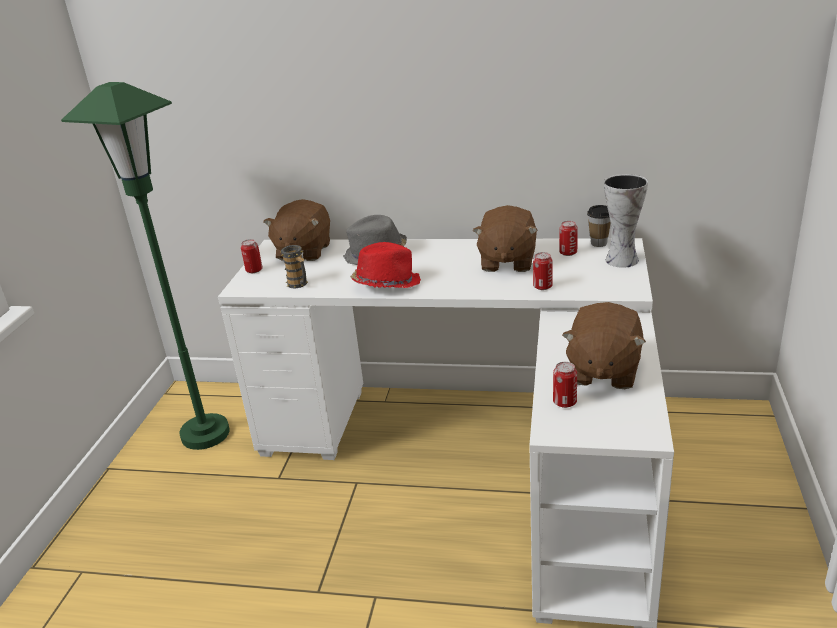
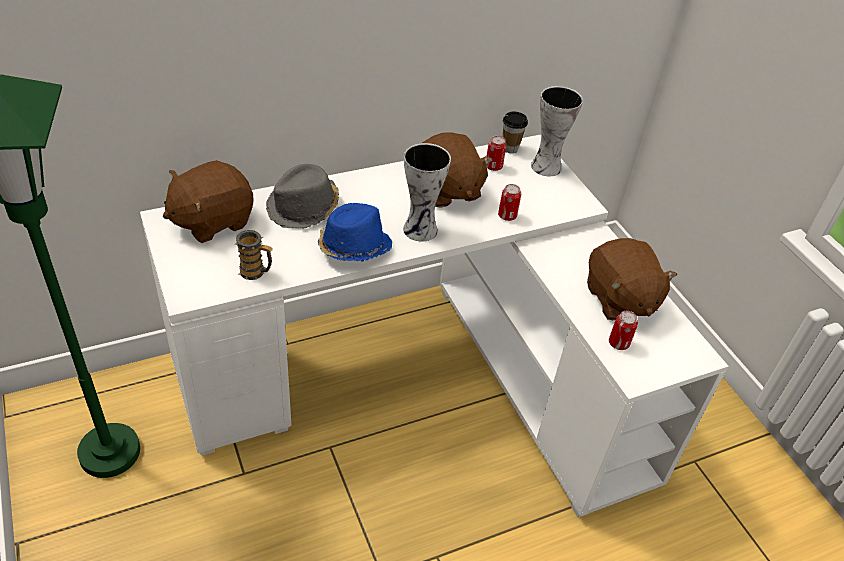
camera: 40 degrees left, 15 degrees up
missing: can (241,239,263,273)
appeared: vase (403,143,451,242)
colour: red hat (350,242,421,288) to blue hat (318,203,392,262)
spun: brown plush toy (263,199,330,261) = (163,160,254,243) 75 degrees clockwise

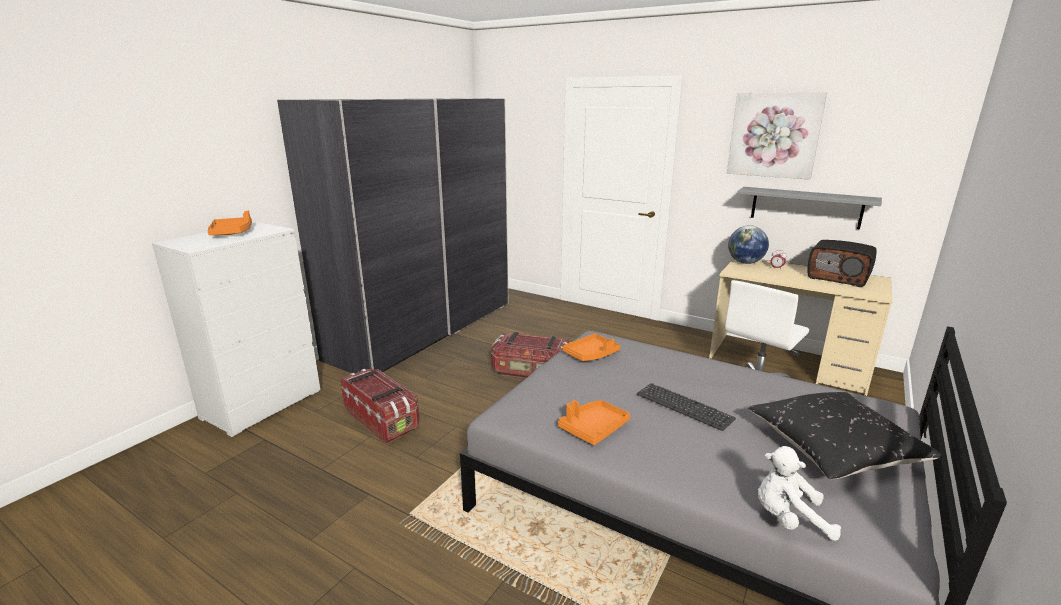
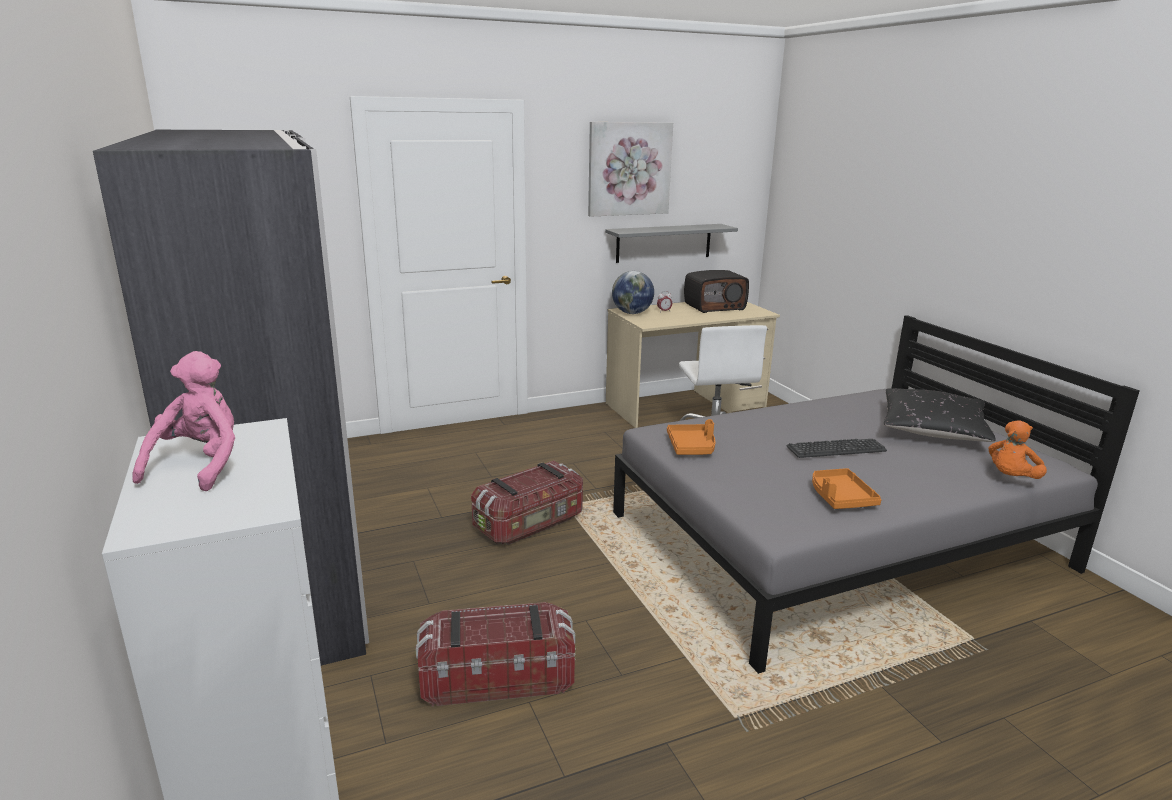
camera: 55 degrees left, 0 degrees up
exchanged: orange tray (208,211,252,235) to pink plush toy (132,351,235,491)
colour: white plush toy (758,446,841,541) to orange plush toy (988,421,1047,479)

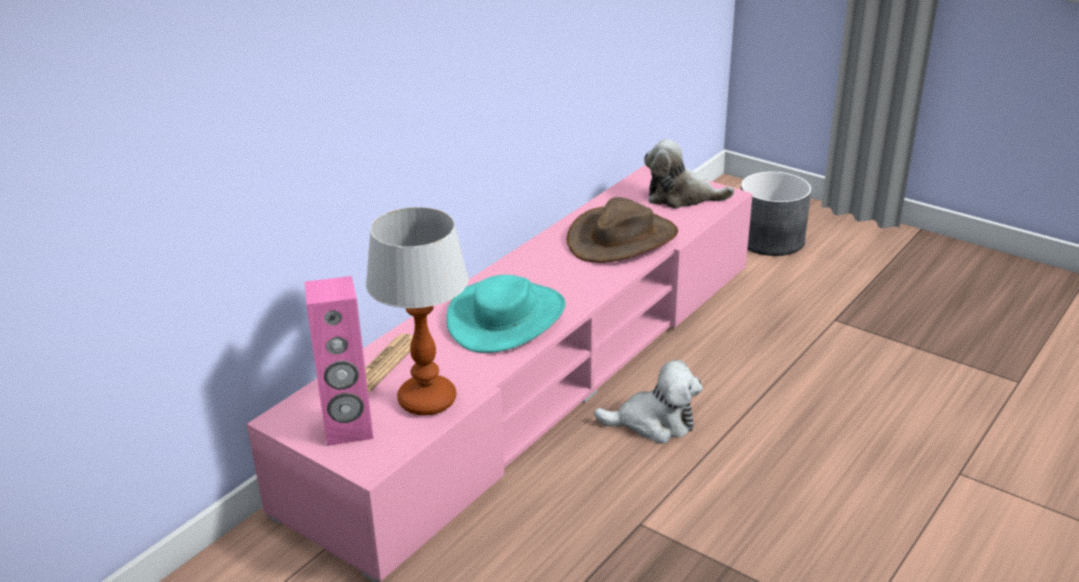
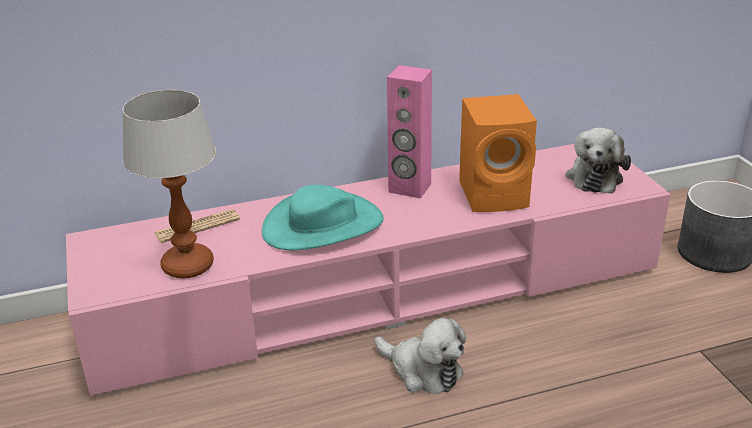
camera: 35 degrees right, 0 degrees up
relocated: pink speaker (305,276,373,446) to (387,65,432,199)
exchanged: brown hat (567,197,678,263) to orange speaker (459,94,537,212)
spun: plush toy (644,139,734,209) = (566,128,631,194) 120 degrees counterclockwise

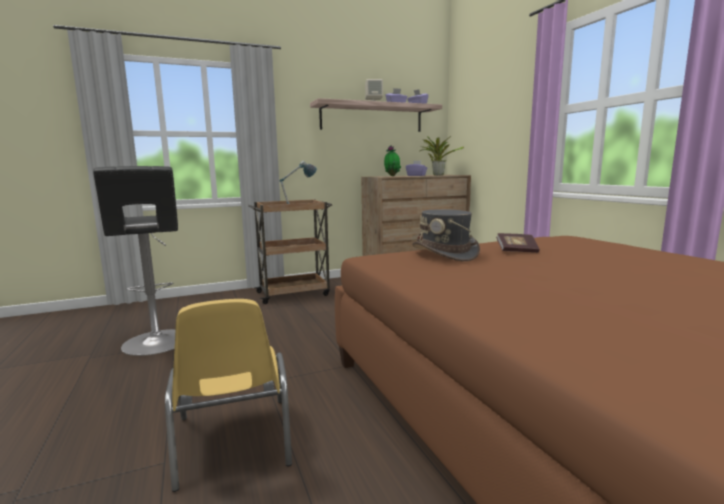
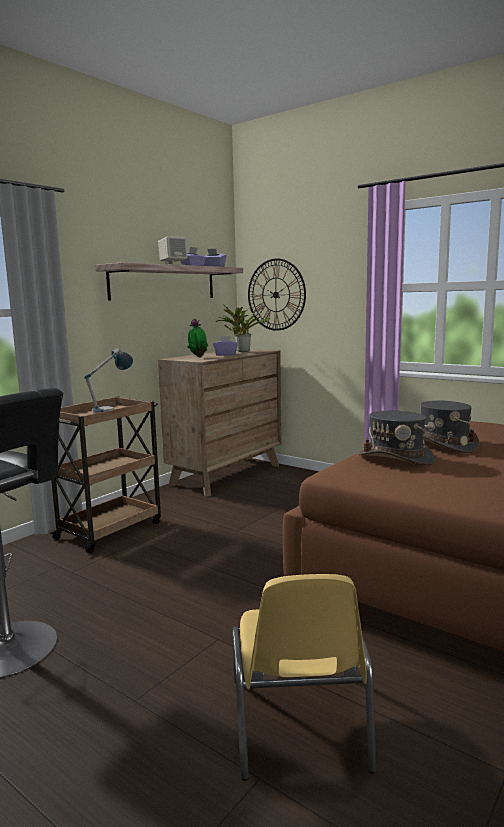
camera: 30 degrees left, 0 degrees up
appeared: wall clock (248,259,306,331)
exchanged: book (496,233,540,253) to grey hat (420,400,479,453)
spun: yellow chair (165,299,292,492) = (232,574,376,781) 45 degrees clockwise

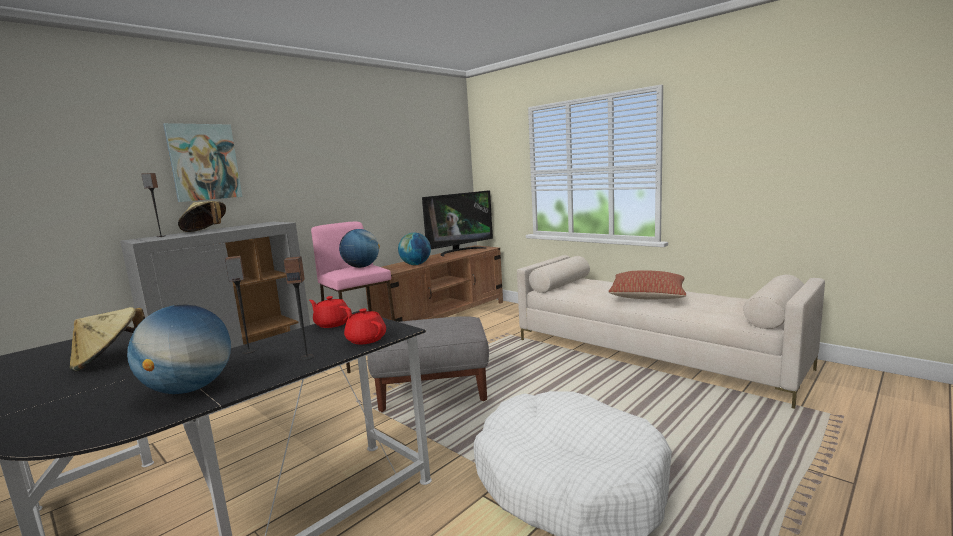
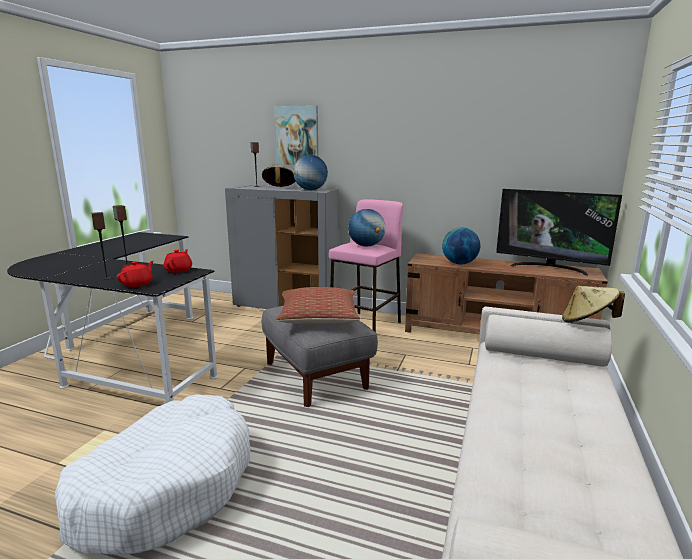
camera: 65 degrees right, 5 degrees up
relocated: beige hat (70,307,145,371) to (562,286,625,323); globe (127,305,231,394) to (293,155,328,190); pillow (609,270,686,299) to (276,287,360,324)

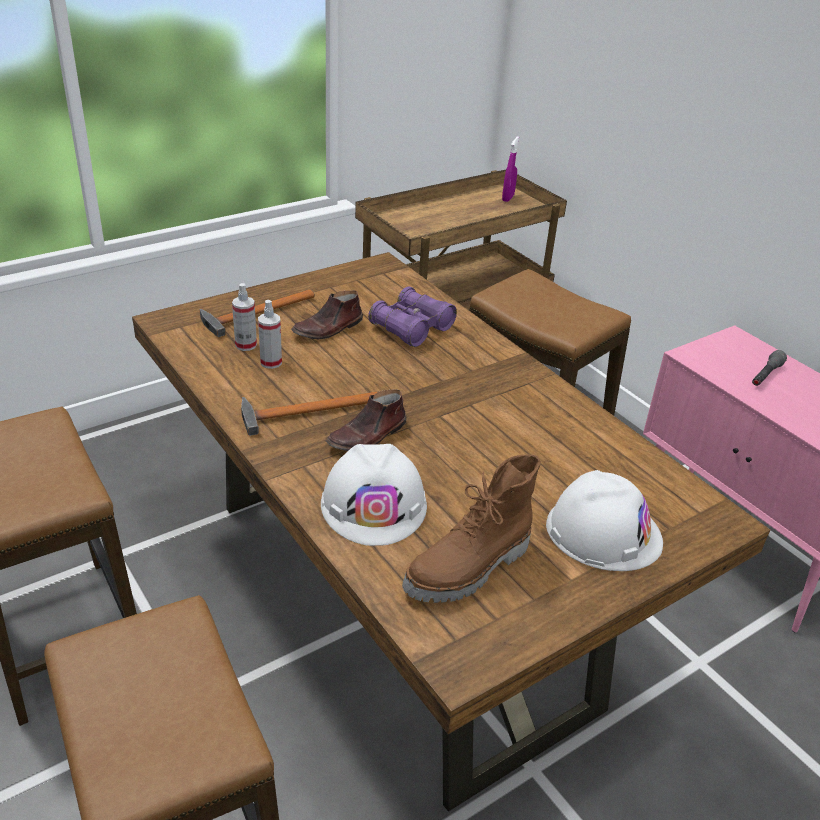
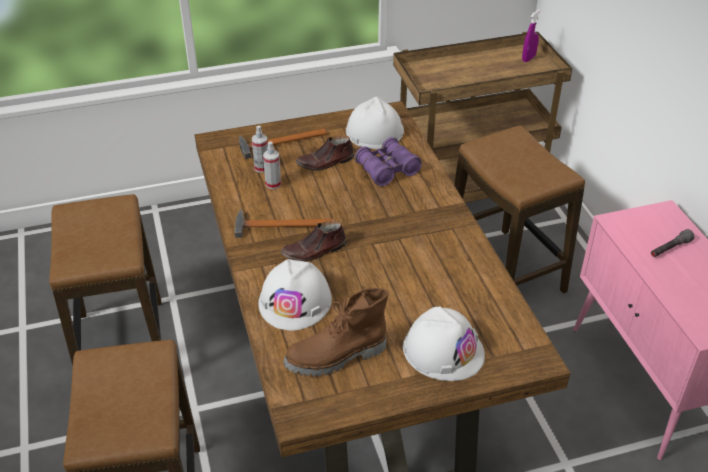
camera: 20 degrees right, 5 degrees up
appeared: white hard hat (346,96,404,149)

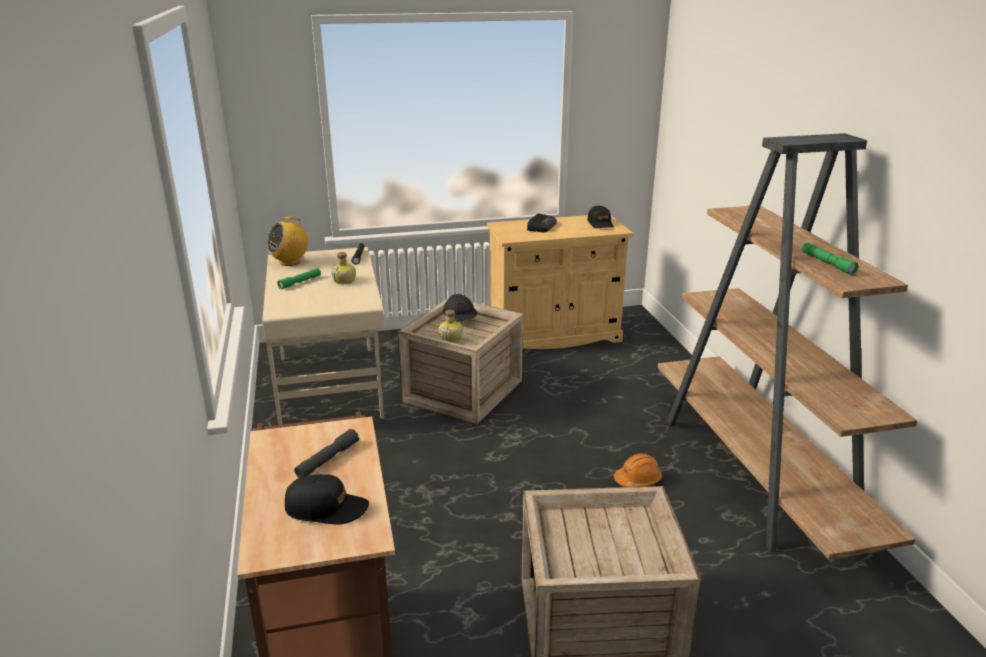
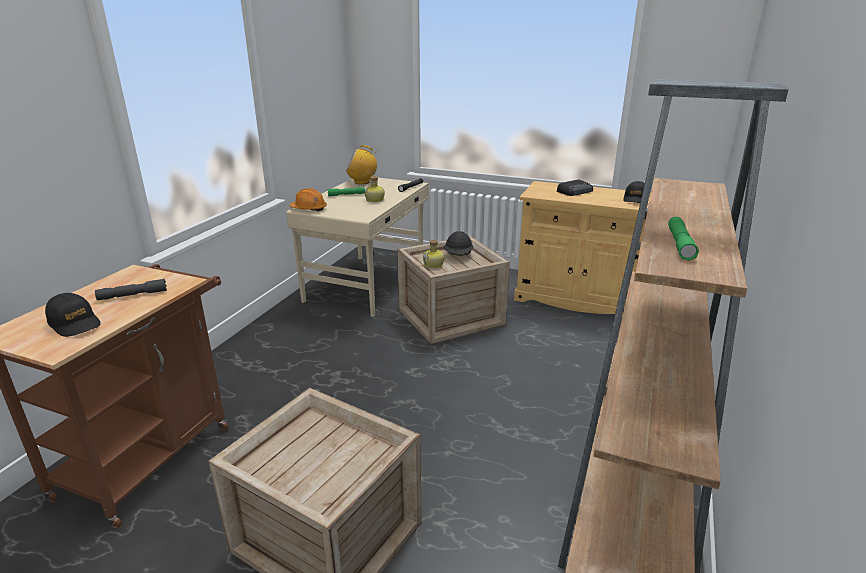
camera: 35 degrees right, 0 degrees up
relocated: orange hard hat (614,453,662,487) to (290,188,327,212)

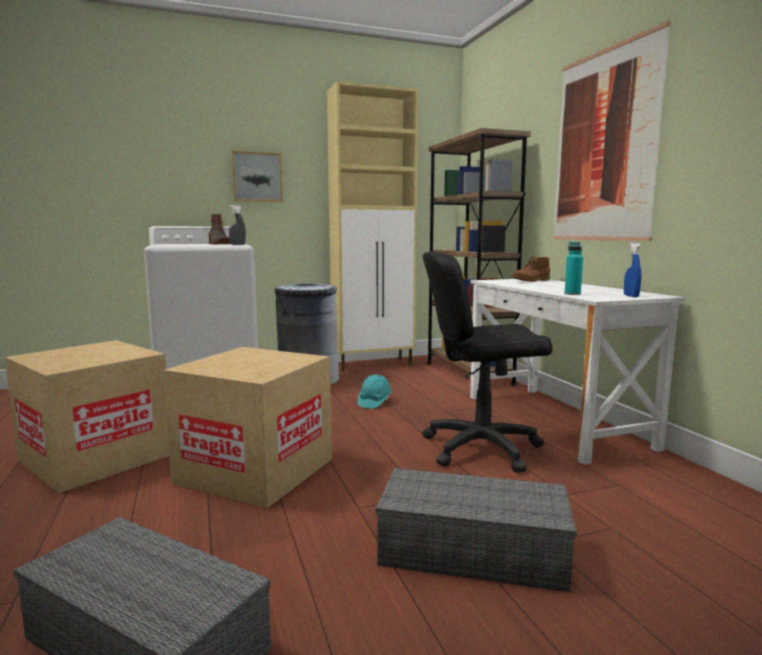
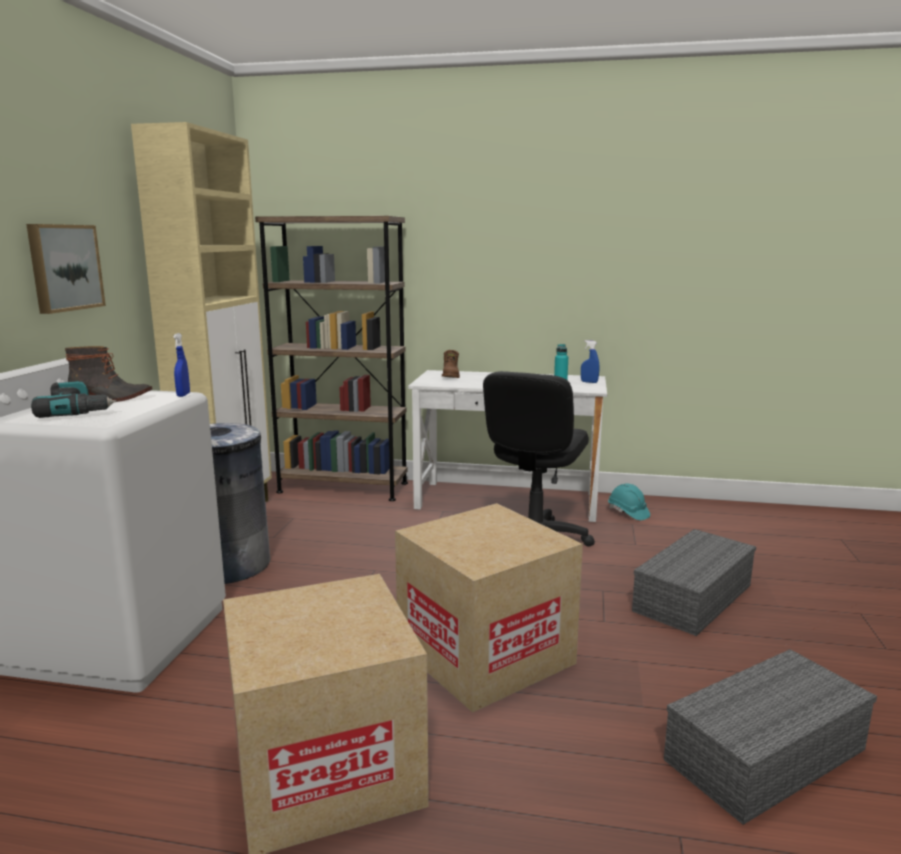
camera: 60 degrees left, 5 degrees up
missing: picture (552,21,671,241)
appeared: power drill (31,381,117,418)
relocated: turquoise hard hat (358,374,392,409) to (608,483,650,520)
colour: grey spray bottle (229,205,246,245) to blue spray bottle (173,333,190,397)

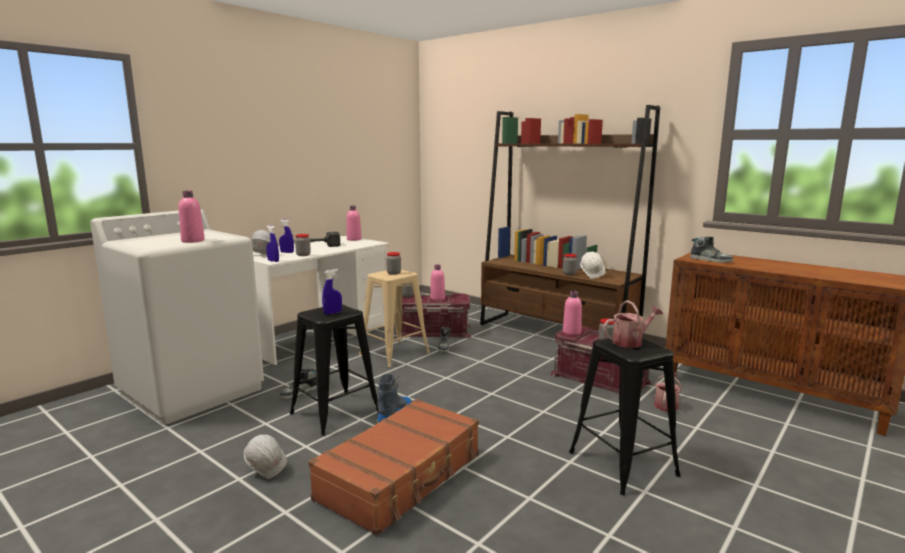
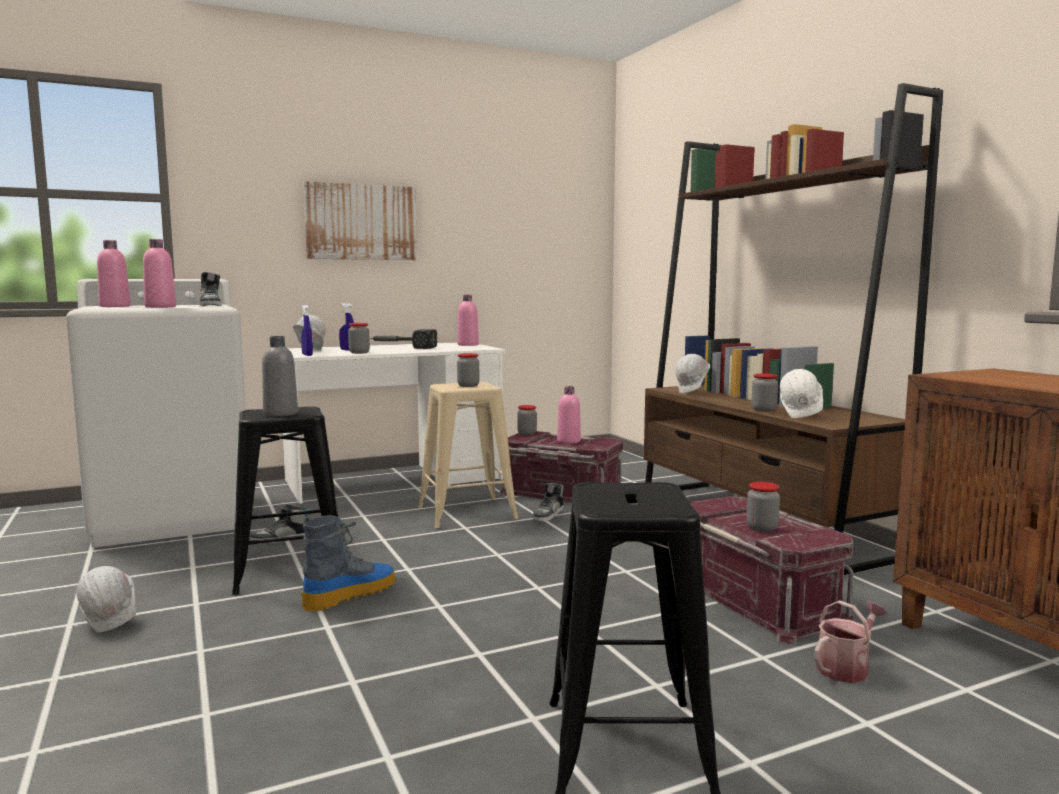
camera: 25 degrees right, 5 degrees down
missing: brown suitcase (309,399,479,536); watering can (603,300,663,348)
appeared: picture (303,181,417,260); white hard hat (675,354,710,393)
relocated: pink bottle (563,291,582,335) to (97,240,131,307); shoe (690,237,733,263) to (199,272,221,306)
exchanged: blue spray bottle (322,269,342,315) to grey bottle (262,336,298,417)

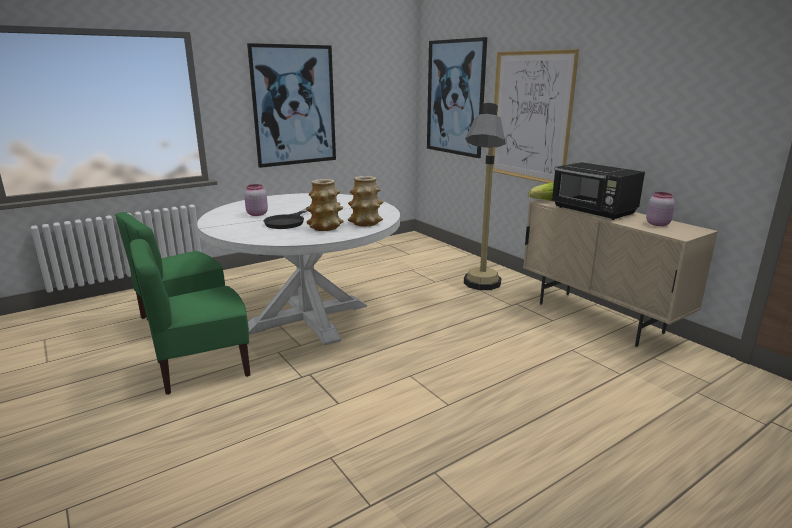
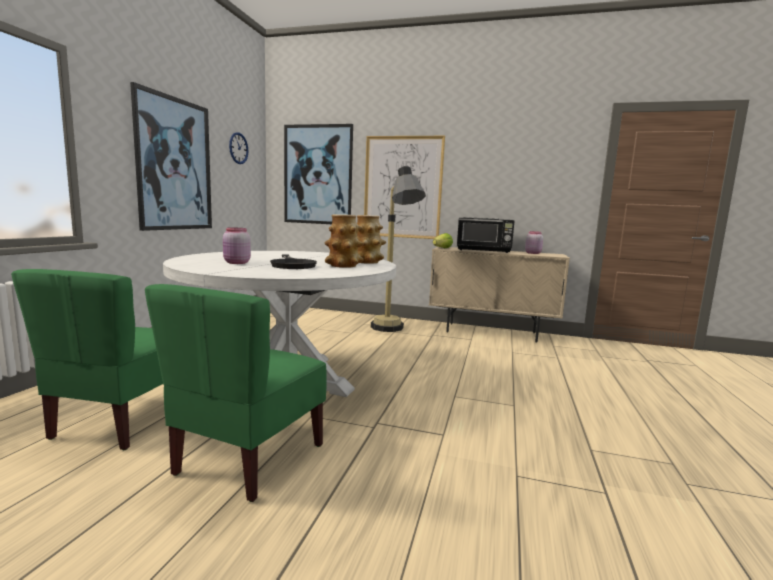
camera: 40 degrees left, 10 degrees down
appeared: wall clock (229,132,248,164)

